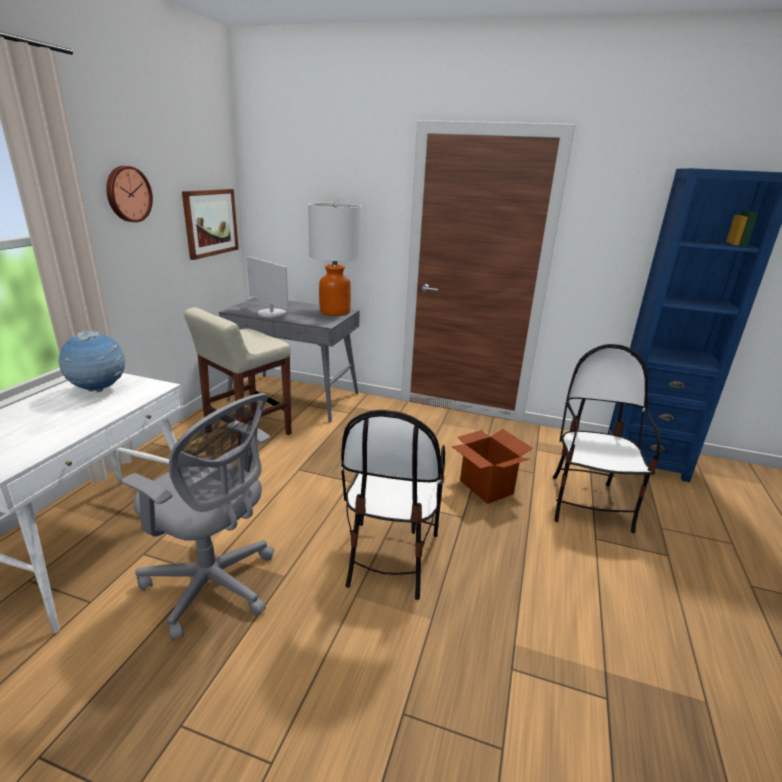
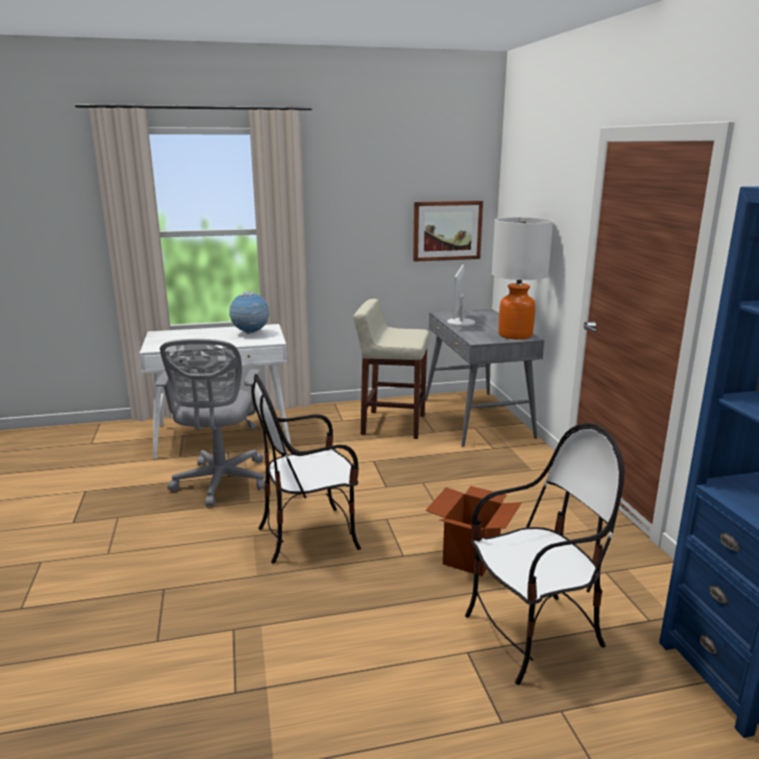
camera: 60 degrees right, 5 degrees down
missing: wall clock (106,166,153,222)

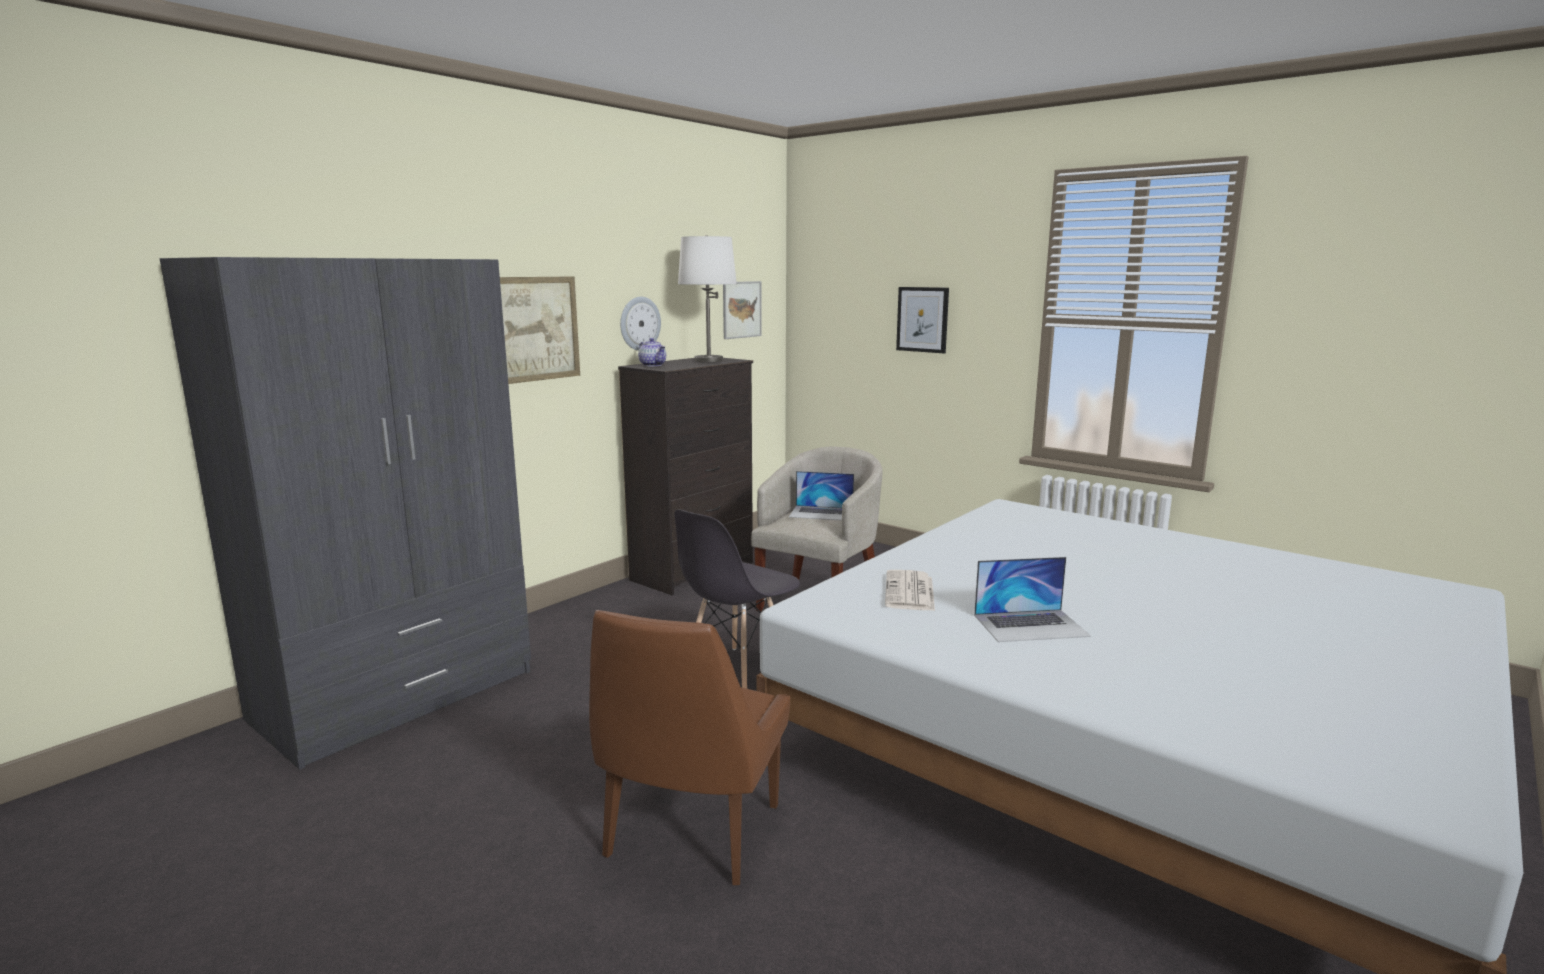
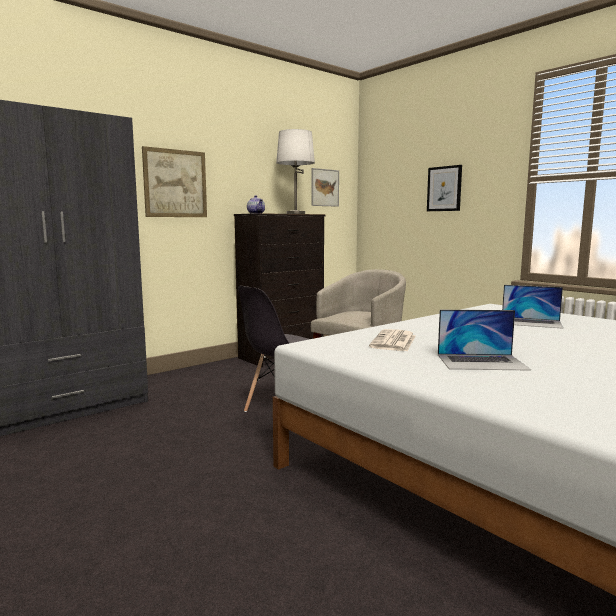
camera: 10 degrees right, 5 degrees down
missing: brown chair (589,610,790,885); wall clock (620,297,661,351)
relocated: laptop (789,471,854,521) to (502,285,564,329)

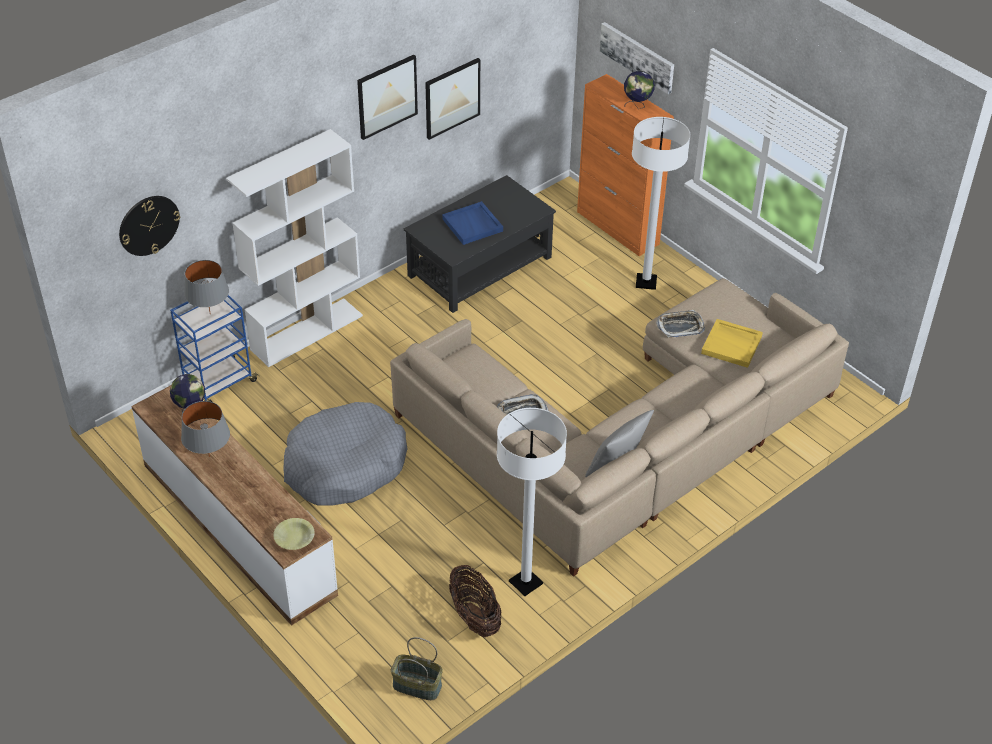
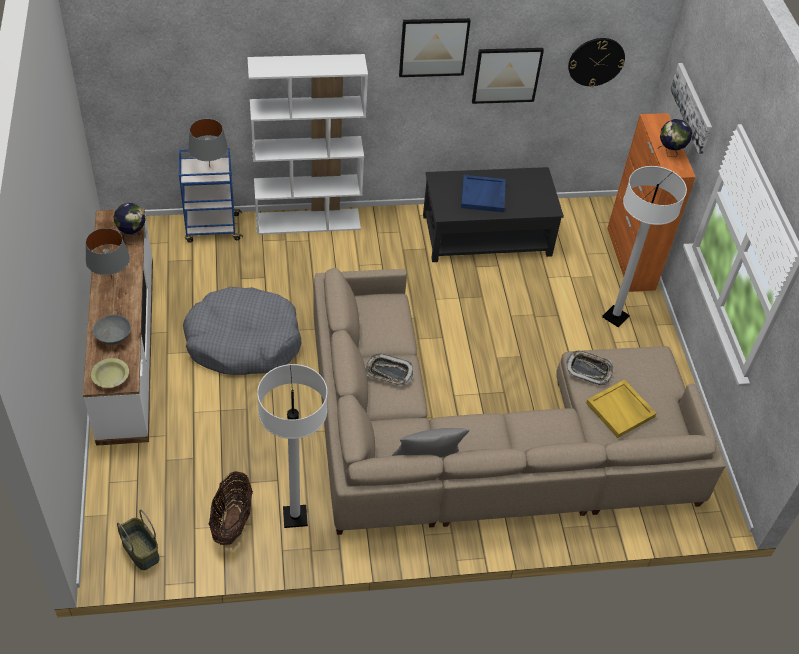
camera: 30 degrees right, 5 degrees up
appeared: grey bowl (93,315,131,345)
relocated: wall clock (119,196,180,256) to (568,38,625,87)

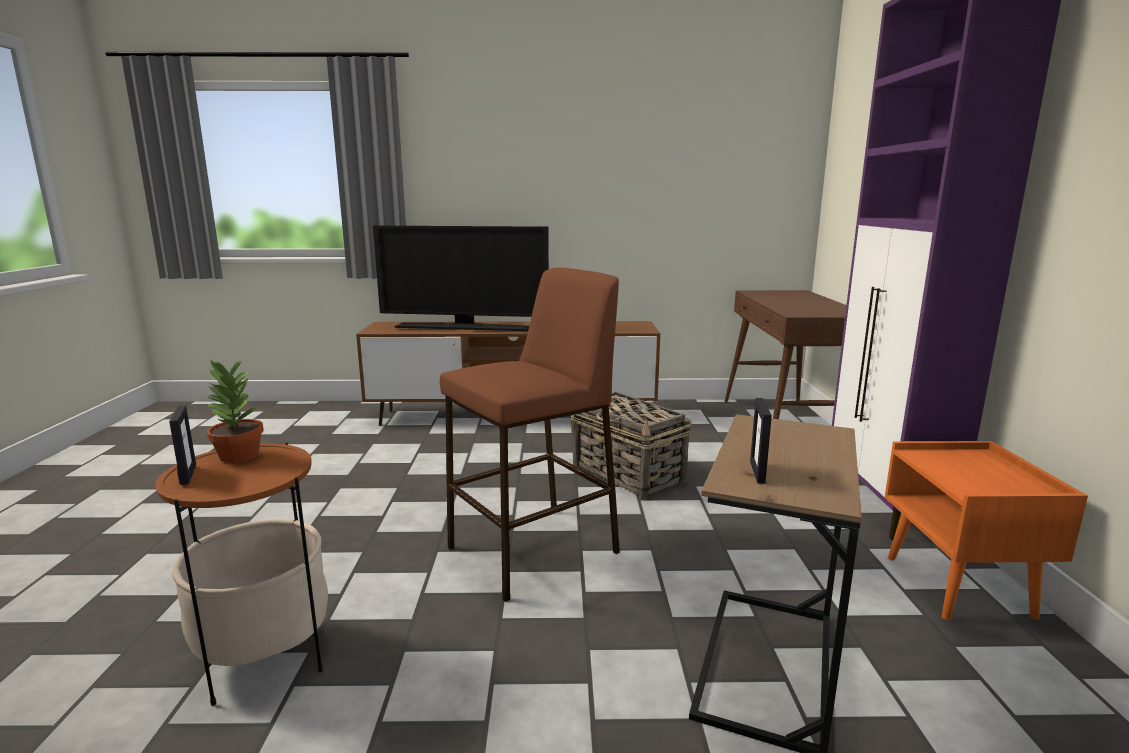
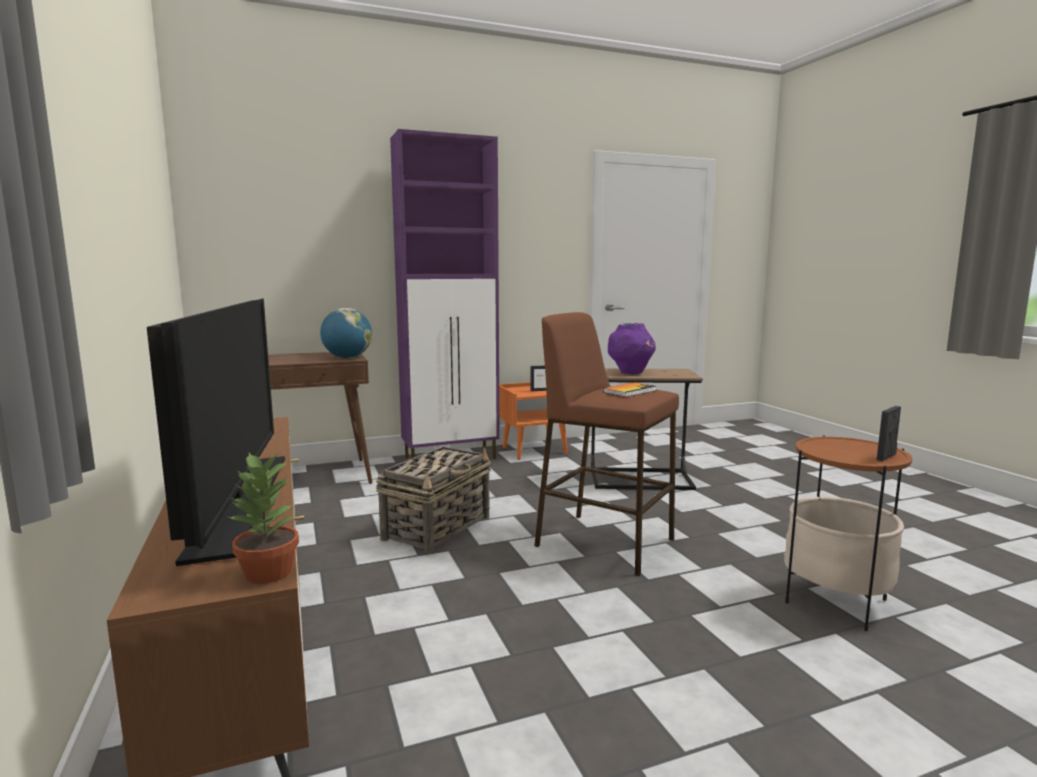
camera: 110 degrees left, 5 degrees down
appeared: globe (320,308,372,358); book (603,382,657,397); purple vase (608,323,656,374)
relocated: potted plant (203,360,264,463) to (228,453,299,584); picture frame (750,398,772,484) to (530,366,546,391)

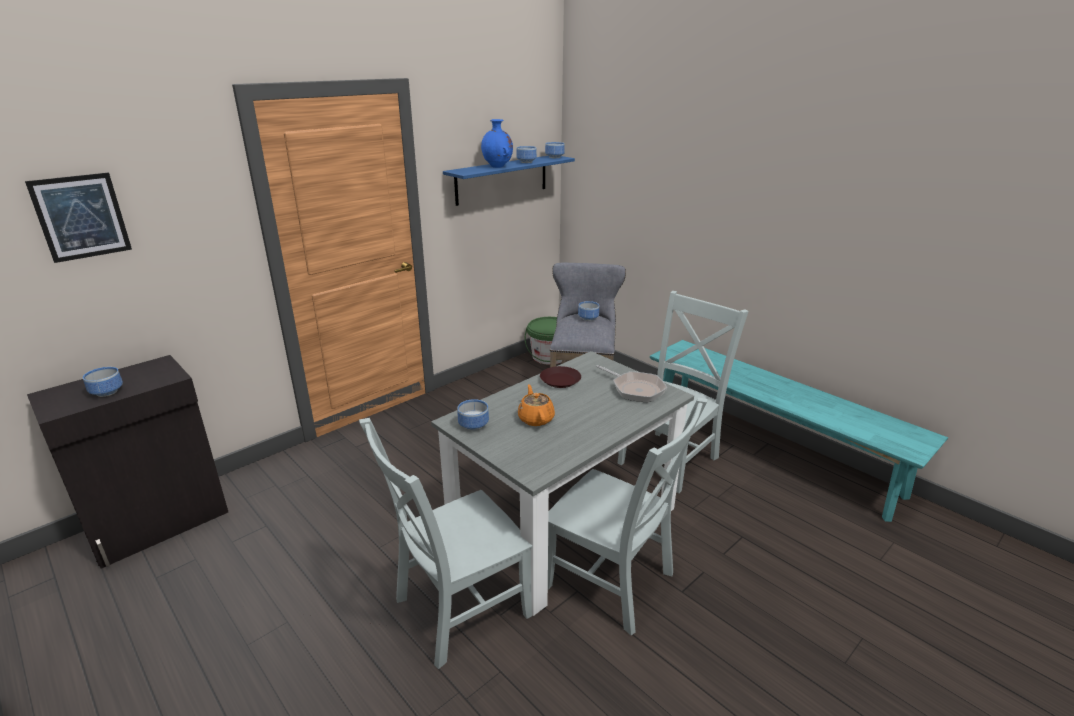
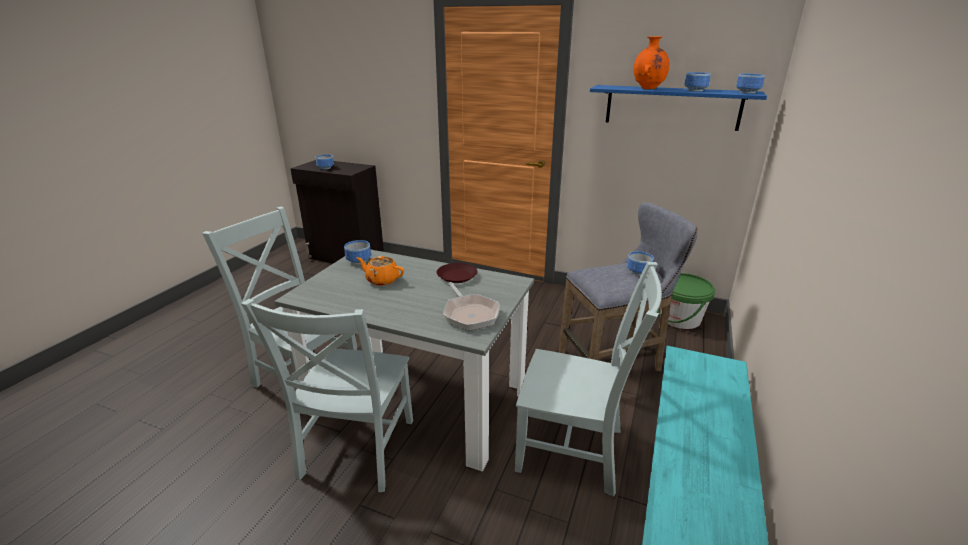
camera: 65 degrees right, 0 degrees up
missing: picture (25,172,132,263)
colour: blue vase (481,119,513,168) to orange vase (634,36,670,89)
spun: orange teapot (518,384,555,426) = (356,256,404,286) 120 degrees counterclockwise; frying pan (596,365,667,402) = (443,282,500,331) 45 degrees counterclockwise

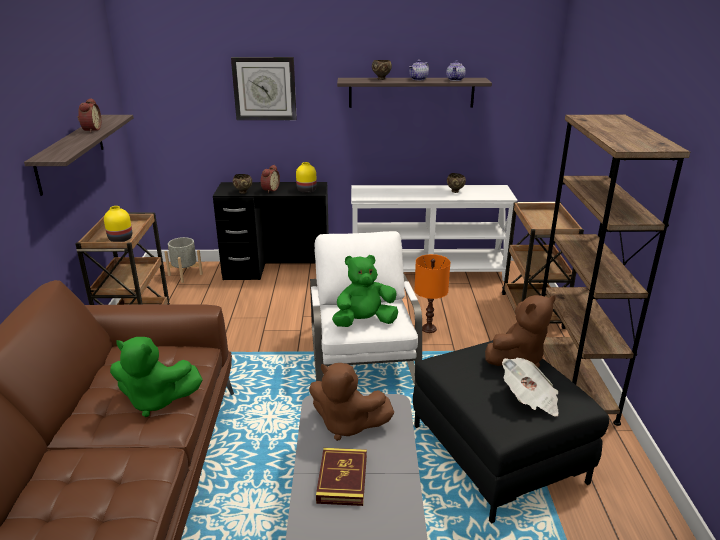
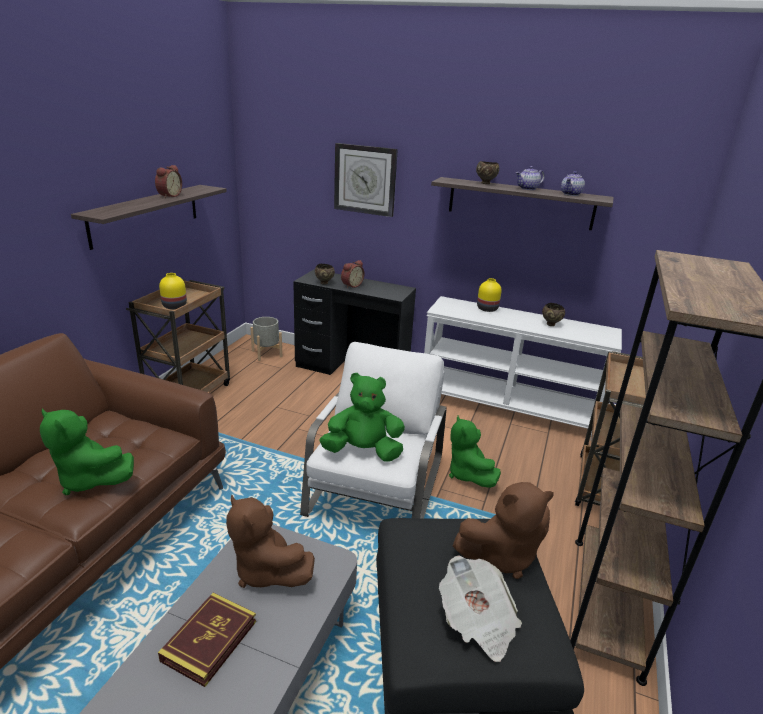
camera: 20 degrees right, 0 degrees up
relocated: yellow vase (296,162,317,193) to (477,278,502,312)
exchanged: orange table lamp (414,254,450,333) to green plush toy (449,416,501,488)

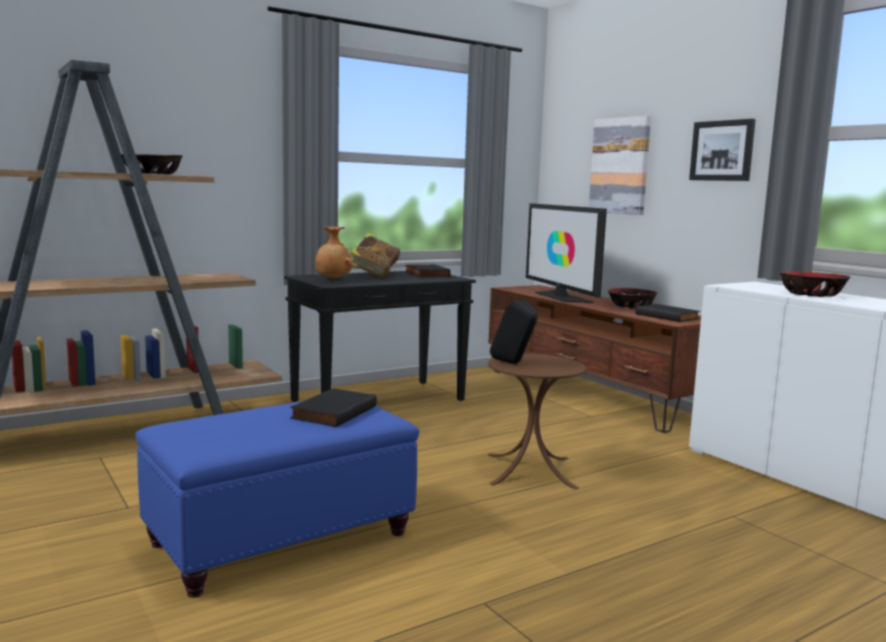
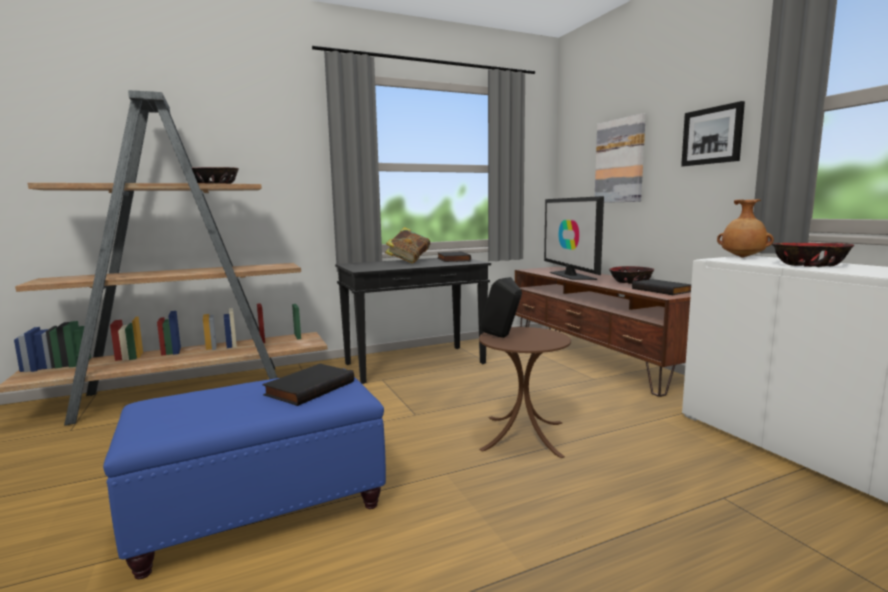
camera: 10 degrees right, 0 degrees up
relocated: brown vase (315,227,353,279) to (717,199,774,258)

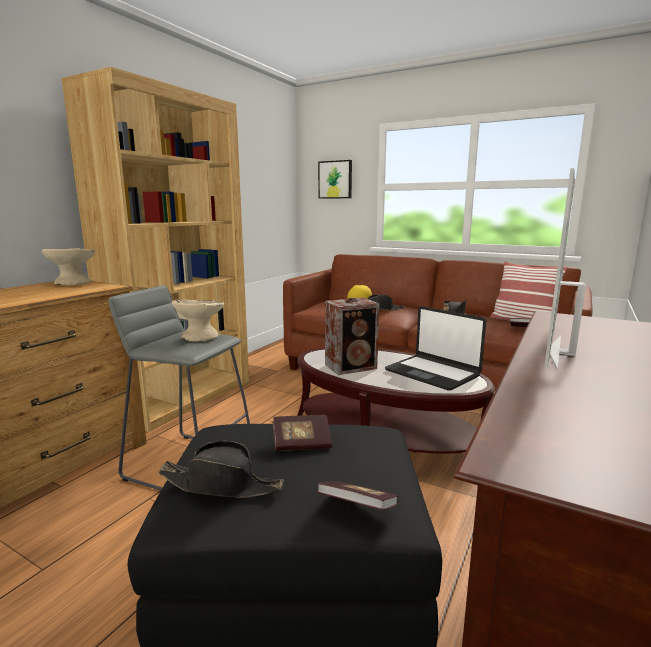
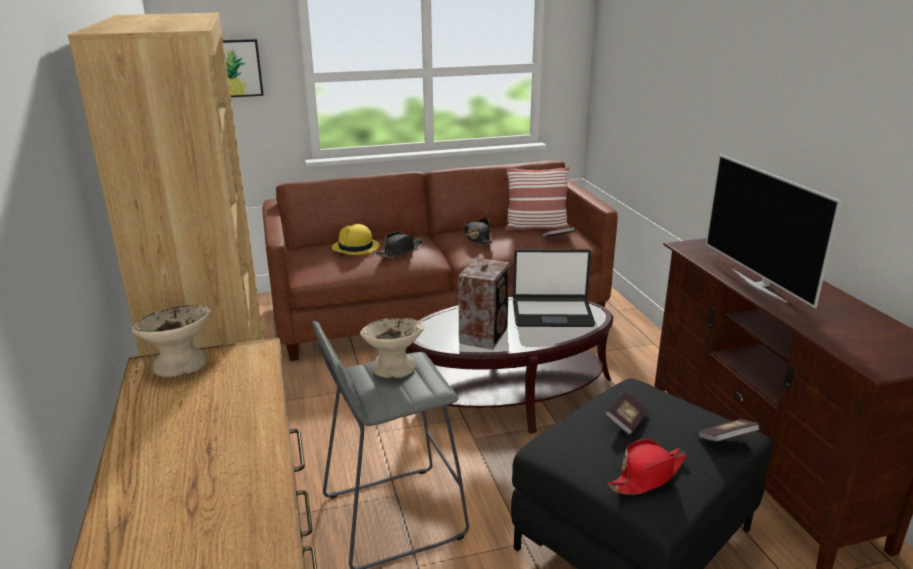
camera: 45 degrees left, 10 degrees up
colour: black hat (158,441,284,498) to red hat (608,439,687,495)

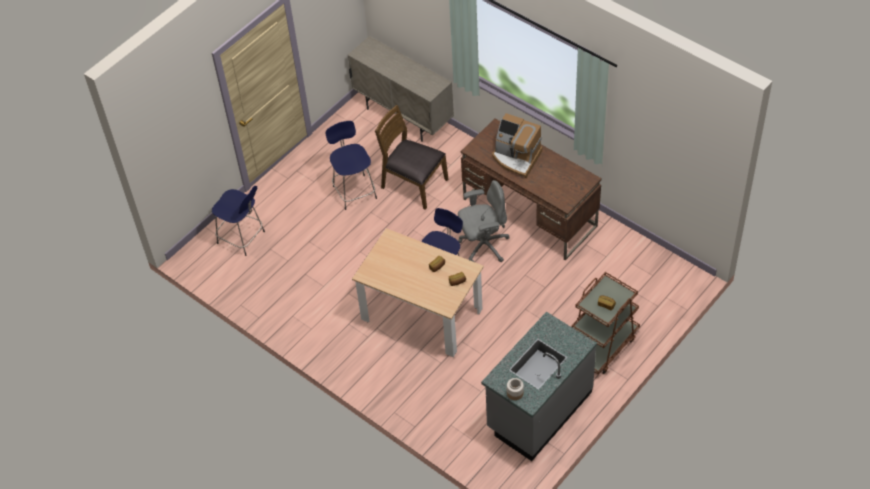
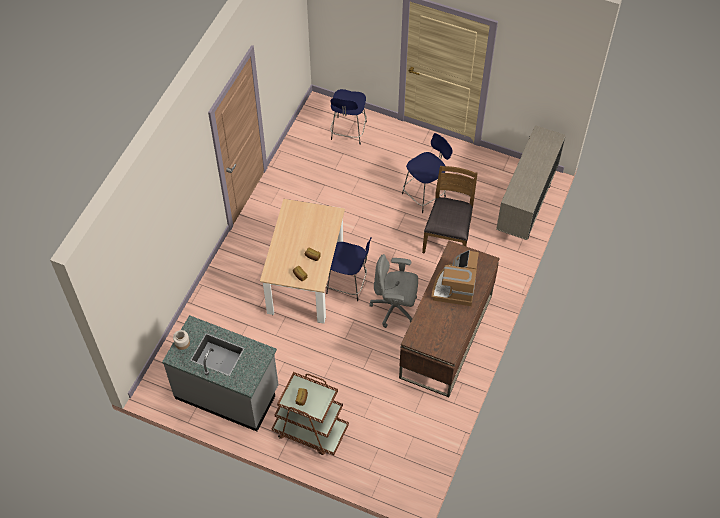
camera: 70 degrees right, 5 degrees up
spun: grey office chair (458,180,509,262) = (369,254,418,328) 135 degrees clockwise

